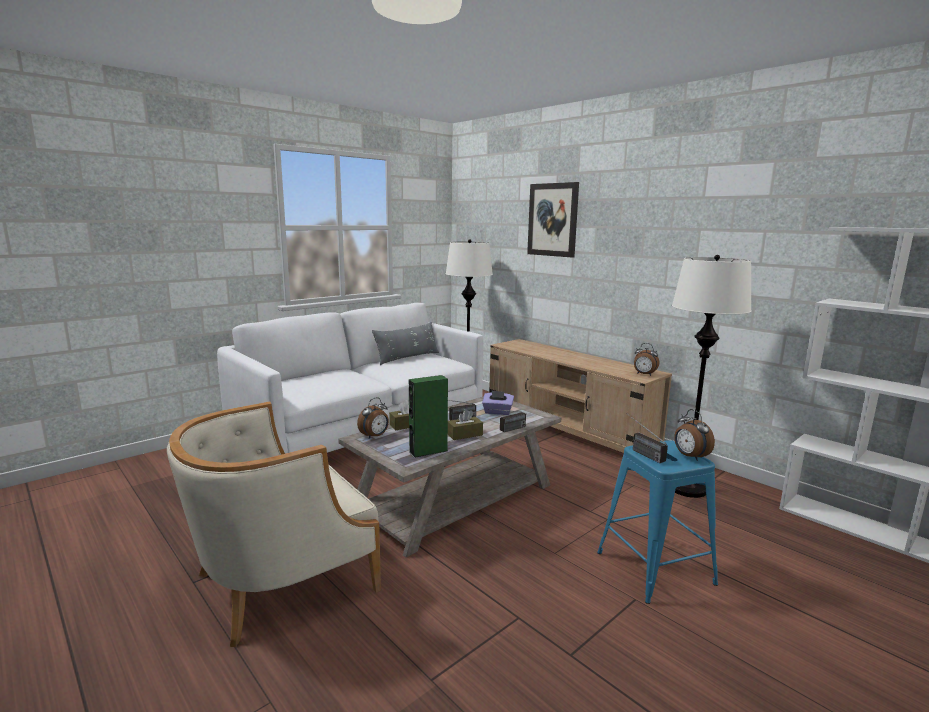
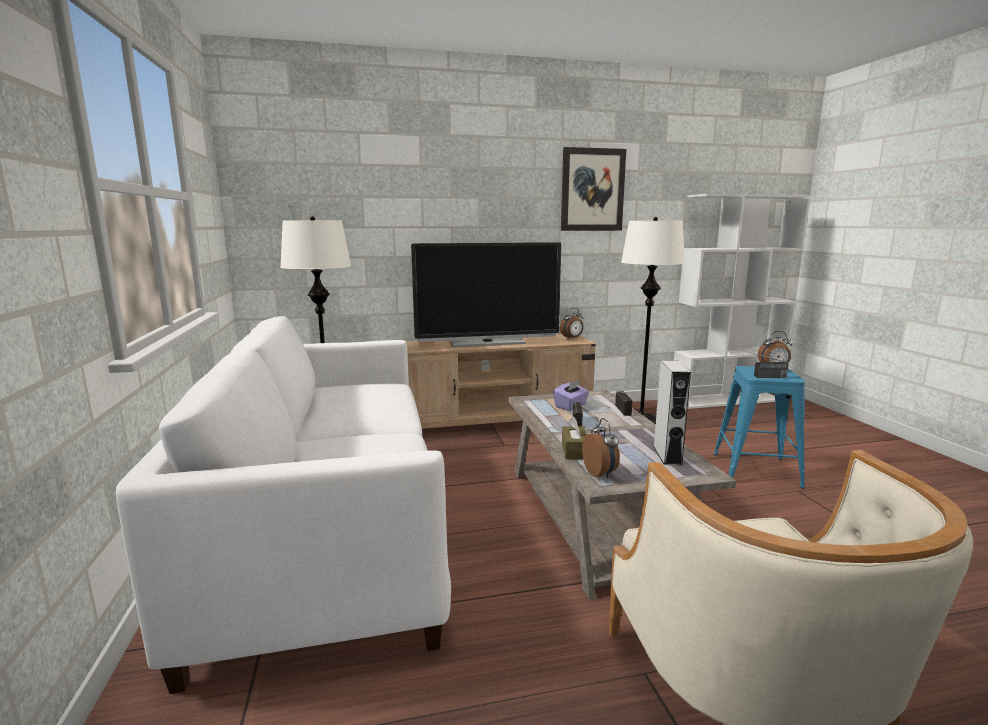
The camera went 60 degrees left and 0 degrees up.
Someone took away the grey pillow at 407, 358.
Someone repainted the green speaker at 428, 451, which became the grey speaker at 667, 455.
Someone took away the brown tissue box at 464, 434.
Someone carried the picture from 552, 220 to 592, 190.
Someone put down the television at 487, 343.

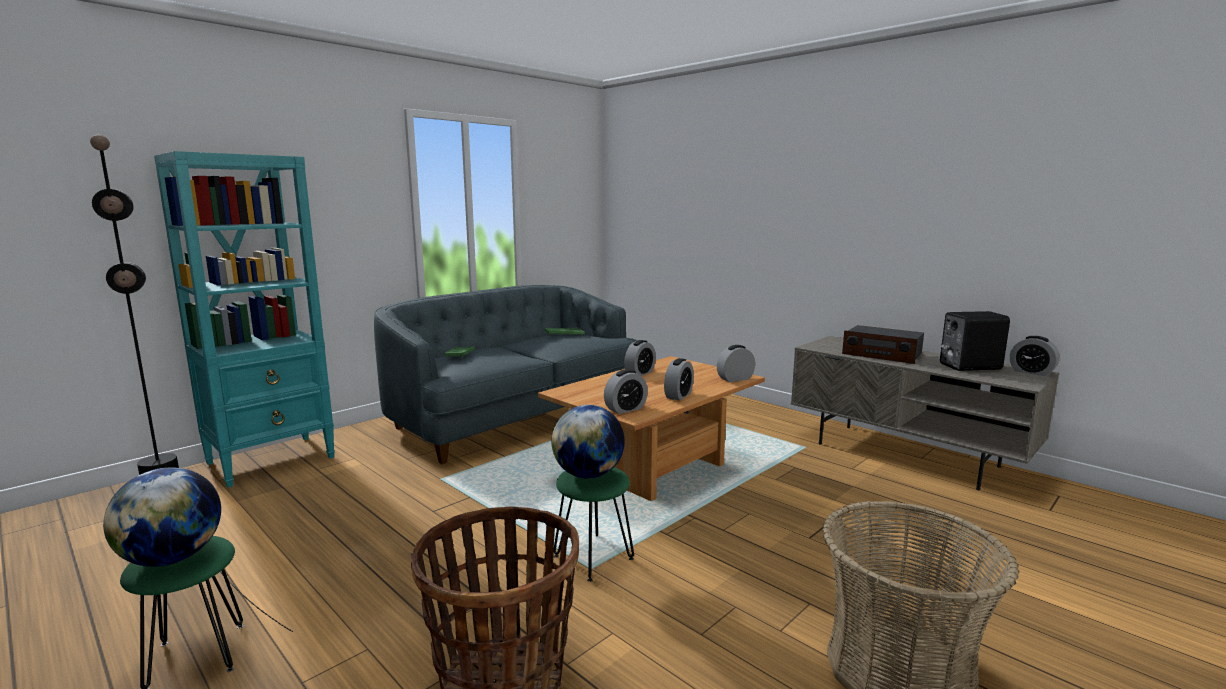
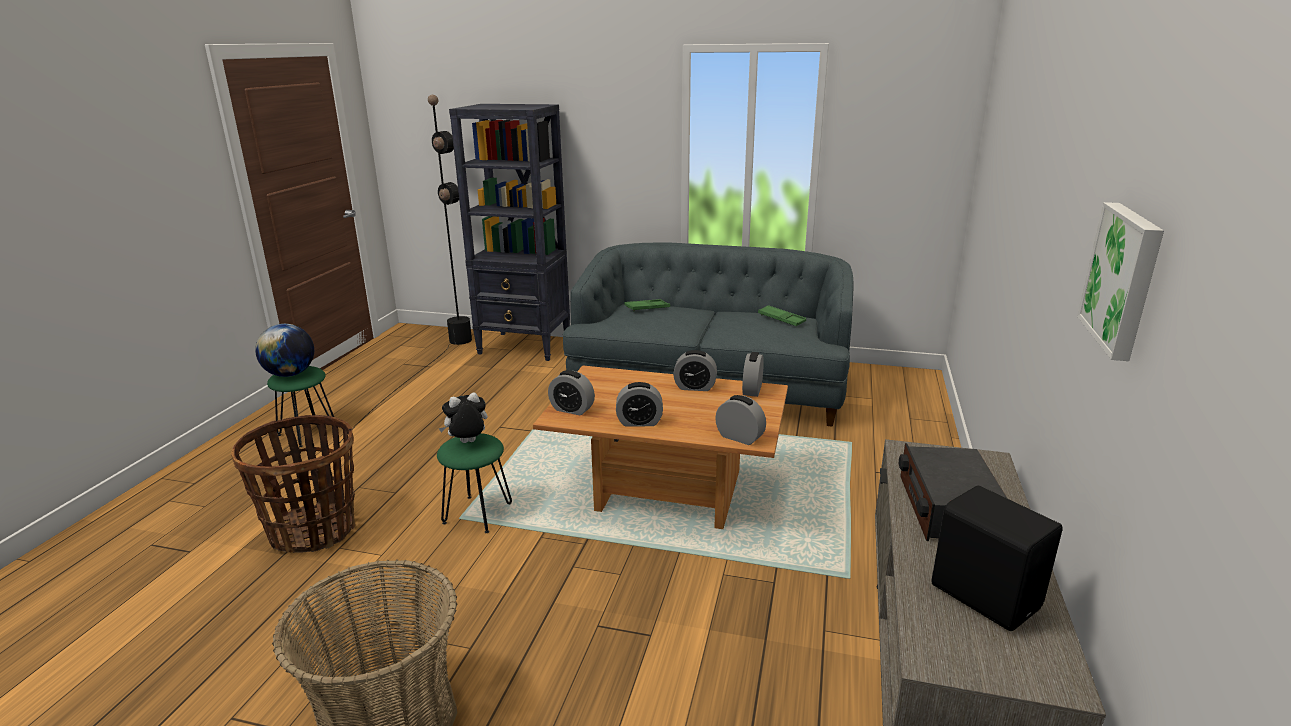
The camera went 60 degrees right and 10 degrees up.
Someone repainted the turquoise bookcase at 272, 460, which became the black bookcase at 525, 346.
Someone swapped the globe at 588, 475 for the plush toy at 467, 443.
Someone carried the alarm clock from 1031, 372 to 752, 390.
Someone put up the picture at 1124, 278.

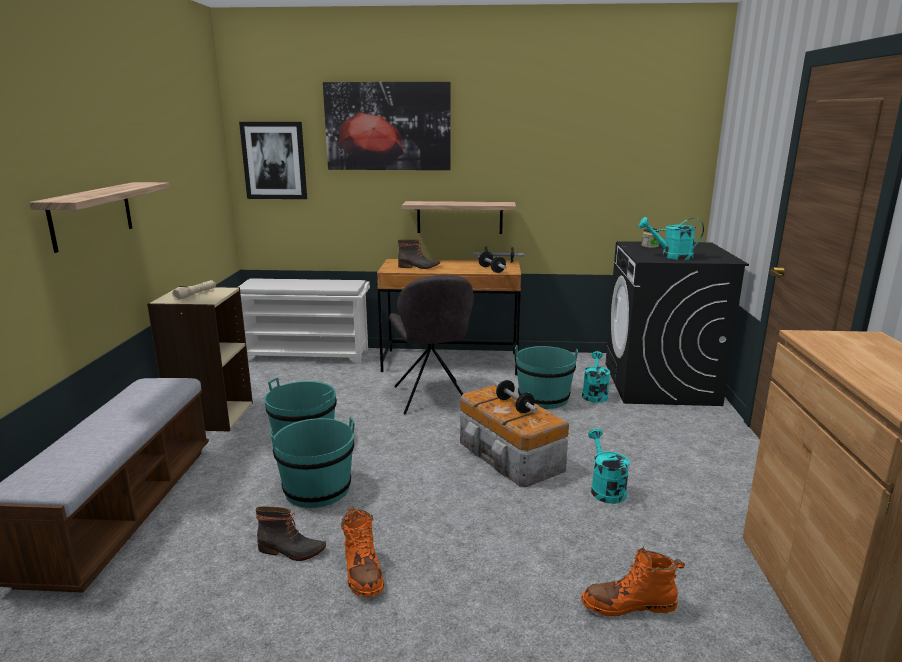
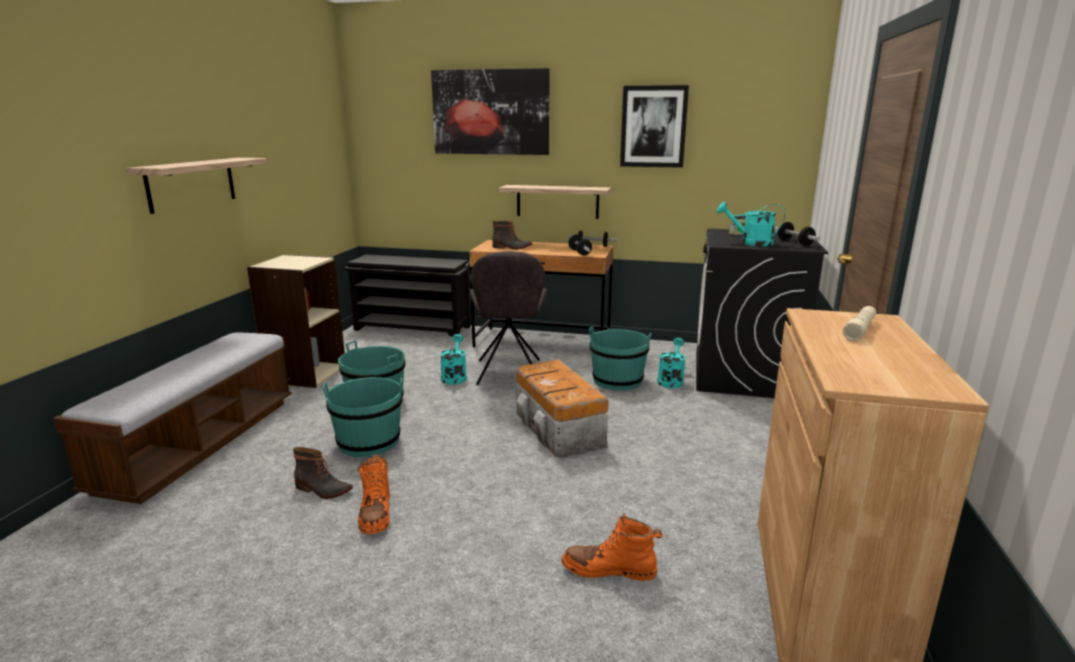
The camera went 10 degrees right and 0 degrees up.
Someone carried the beige flashlight from 195, 294 to 859, 330.
Someone repainted the white shoe rack at 308, 355, which became the black shoe rack at 414, 328.
Someone carried the picture from 274, 160 to 653, 127.
Someone carried the dumbbell from 514, 406 to 795, 242.
Someone carried the turquoise watering can from 605, 488 to 454, 376.

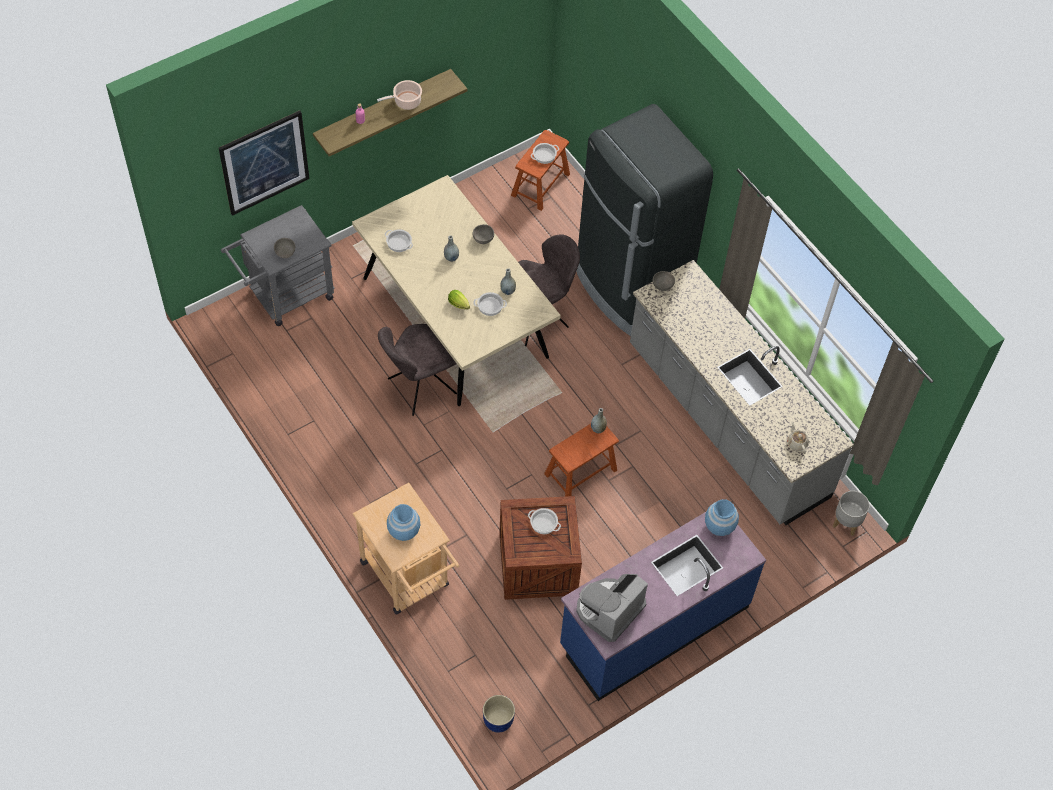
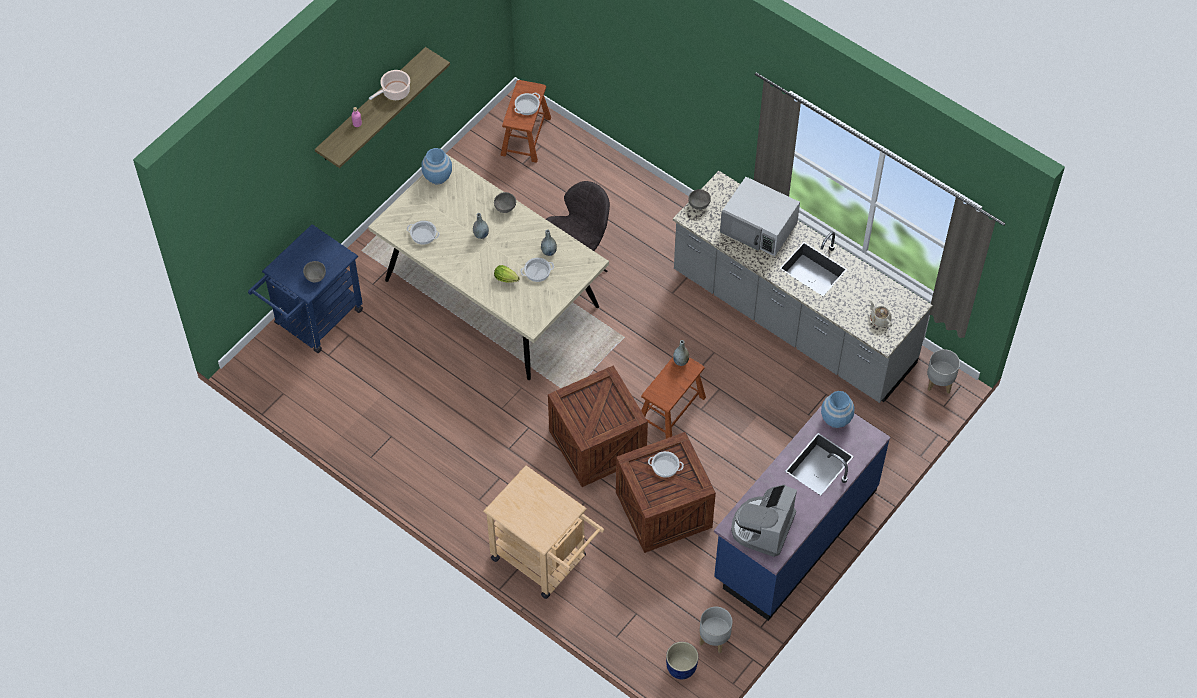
The camera went 15 degrees left and 0 degrees up.
Someone took away the picture at 264, 162.
Someone repainted the grey cart at 285, 297, which became the blue cart at 313, 321.
Someone took away the grey chair at 419, 387.
Someone carried the blue vase from 403, 531 to 437, 176.
Someone took away the black fridge at 630, 288.
Someone put down the crate at 599, 444.
Someone put down the grey planter at 714, 639.
Someone put down the white microwave at 759, 227.

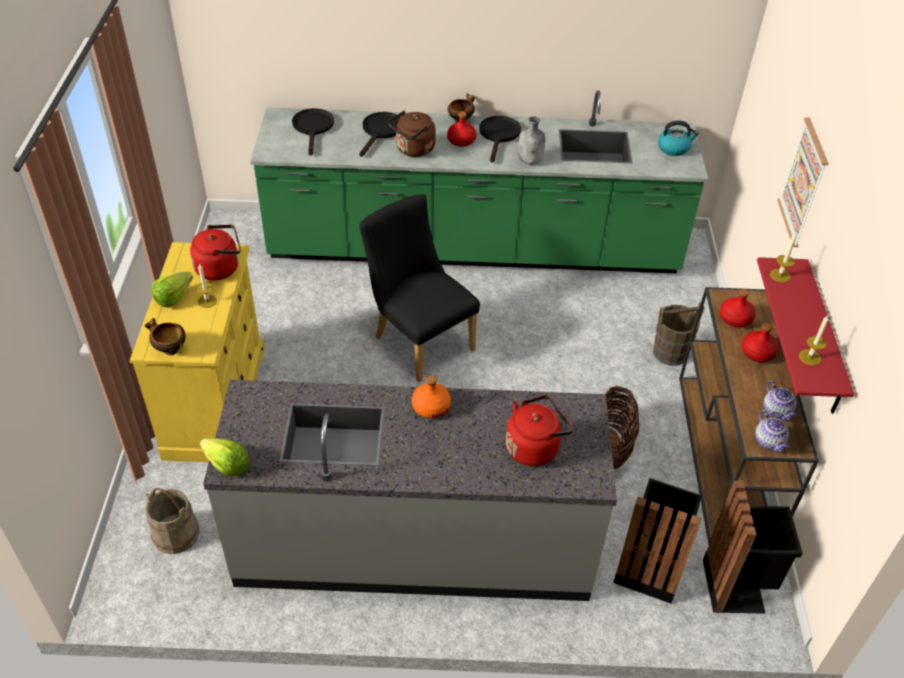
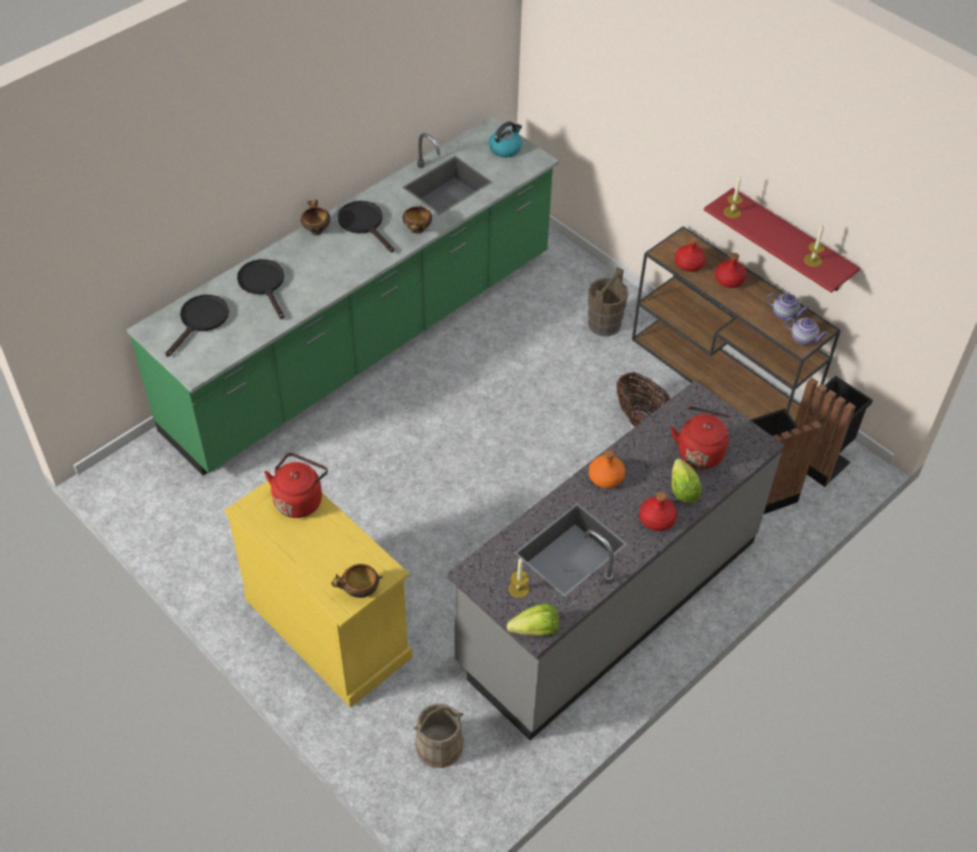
The camera went 45 degrees left and 5 degrees up.
Someone carried the lettuce from 173, 298 to 682, 490.
Someone carried the candle from 207, 301 to 518, 589.
Someone rotated the black frying pan at 313, 128 by 75 degrees clockwise.
Someone took away the black chair at 419, 340.
Someone took away the brown kettle at 413, 150.
Someone carried the red bottle from 461, 141 to 657, 519.
Someone swapped the grey bottle at 530, 161 for the bowl at 417, 230.
Someone took away the picture at 803, 183.

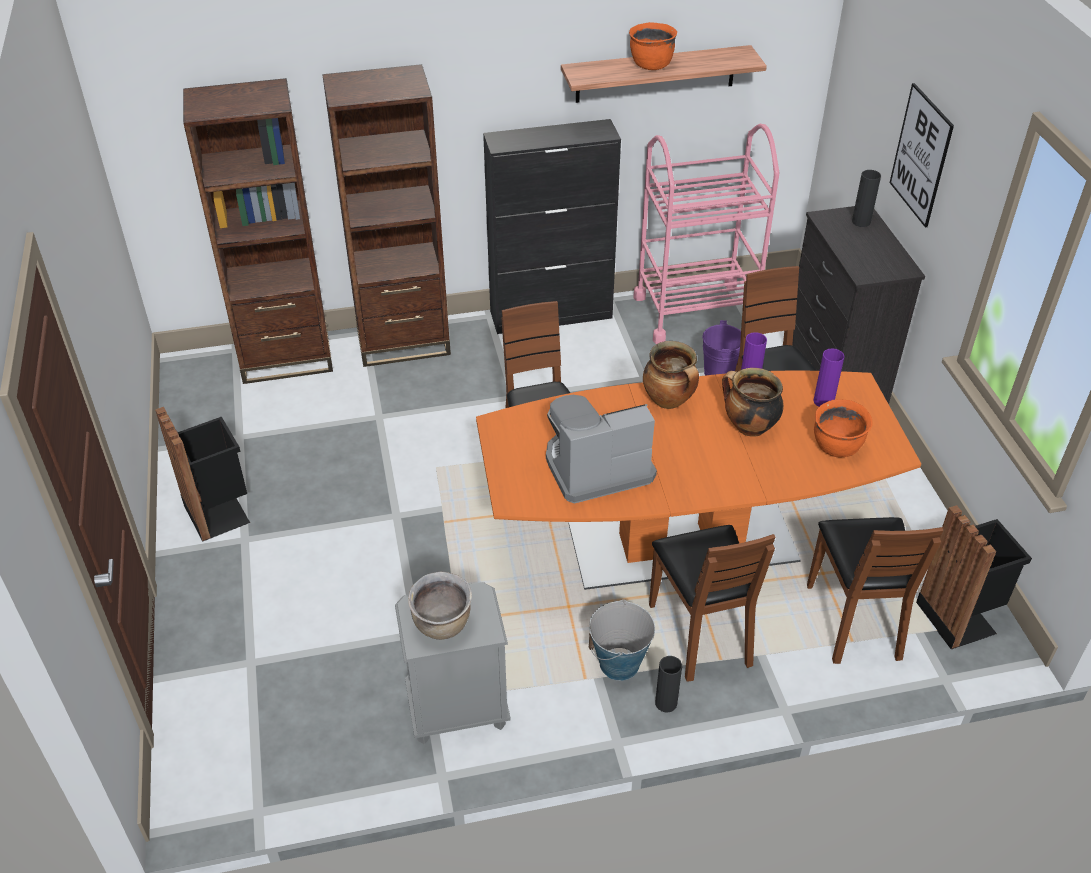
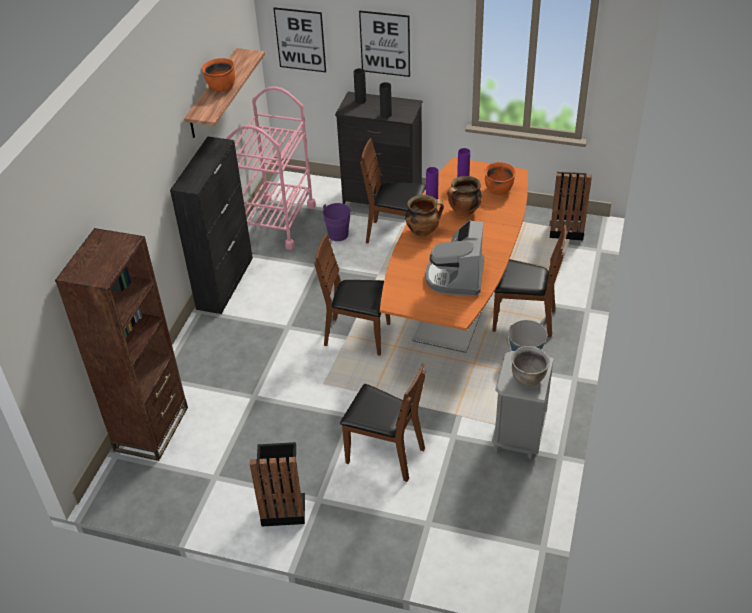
The camera went 60 degrees left and 0 degrees up.
Someone took away the brown bookcase at 403, 342.
Someone carried the black vase from 666, 703 to 386, 115.
Someone carried the brown chair from 855, 620 to 385, 454.
Someone put up the picture at 300, 40.

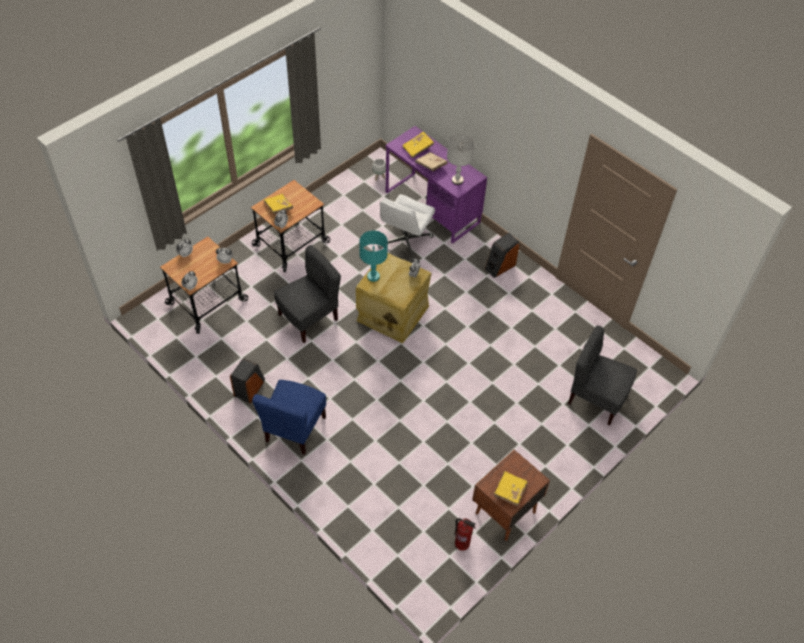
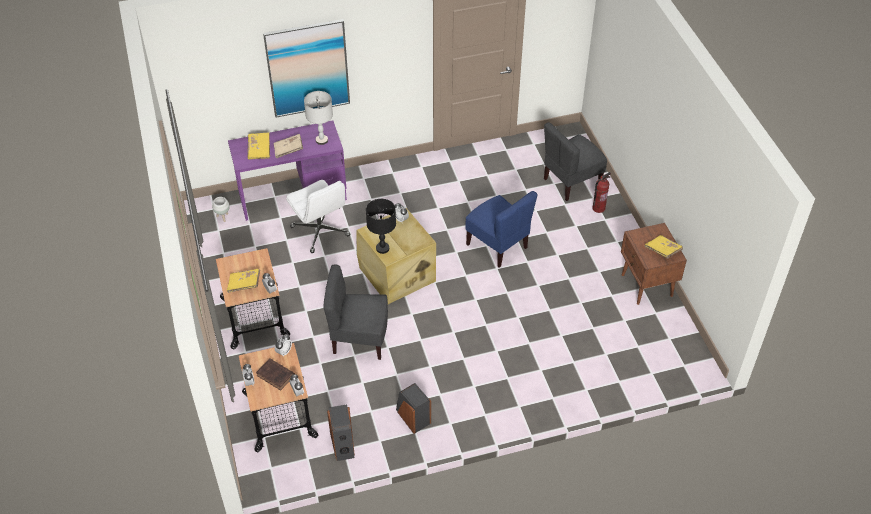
The camera went 60 degrees left and 5 degrees down.
Someone carried the blue chair from 294, 429 to 497, 246.
Someone rotated the grey chair at 309, 318 by 75 degrees counterclockwise.
Someone repainted the turquoise table lamp at 373, 276, which became the black table lamp at 383, 248.
Someone carried the fire extinguisher from 462, 543 to 598, 208.
Someone carried the speaker from 500, 266 to 343, 444.
Someone put down the brown book at 276, 376.
Someone put up the picture at 308, 68.

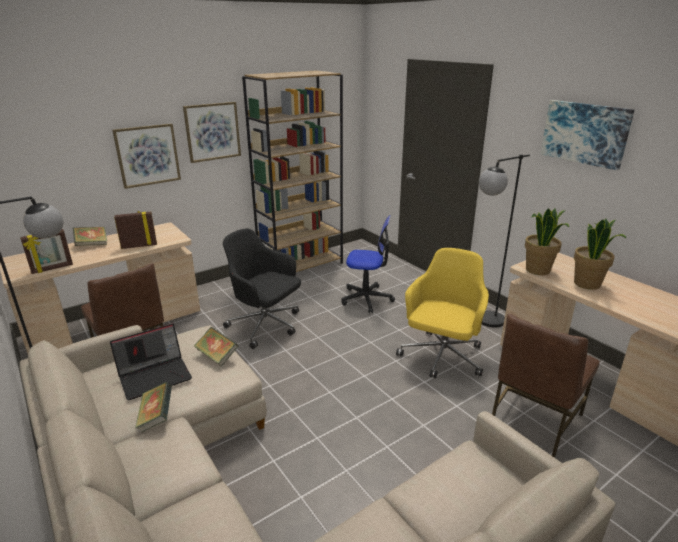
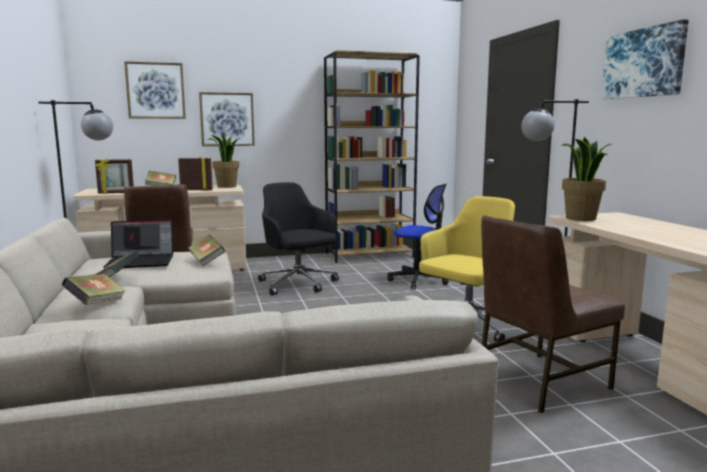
The camera went 20 degrees right and 15 degrees down.
Someone carried the picture from 212, 131 to 155, 90.
Someone carried the potted plant from 587, 284 to 226, 186.
Someone put down the book at 96, 304.

